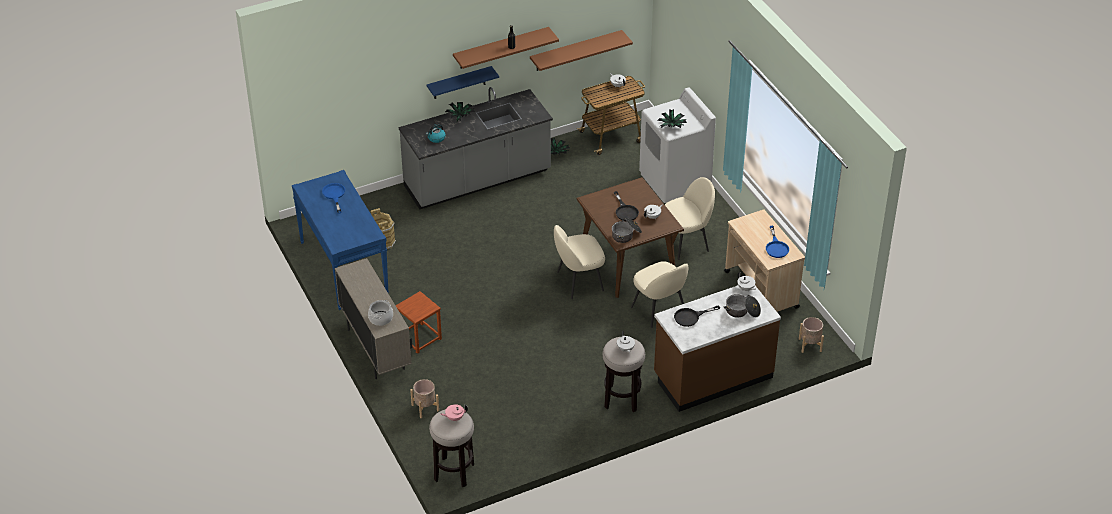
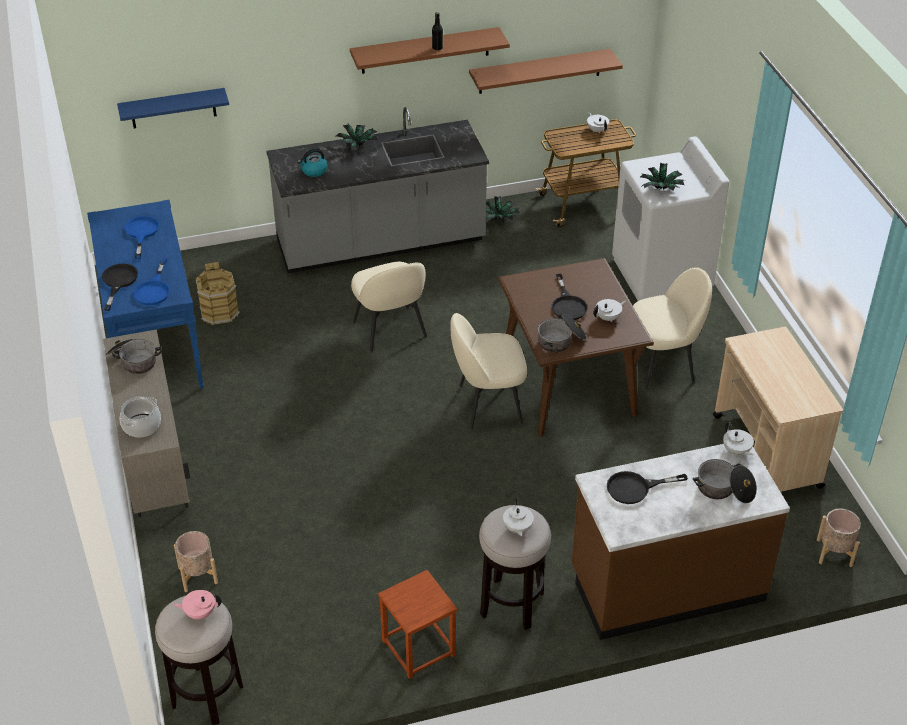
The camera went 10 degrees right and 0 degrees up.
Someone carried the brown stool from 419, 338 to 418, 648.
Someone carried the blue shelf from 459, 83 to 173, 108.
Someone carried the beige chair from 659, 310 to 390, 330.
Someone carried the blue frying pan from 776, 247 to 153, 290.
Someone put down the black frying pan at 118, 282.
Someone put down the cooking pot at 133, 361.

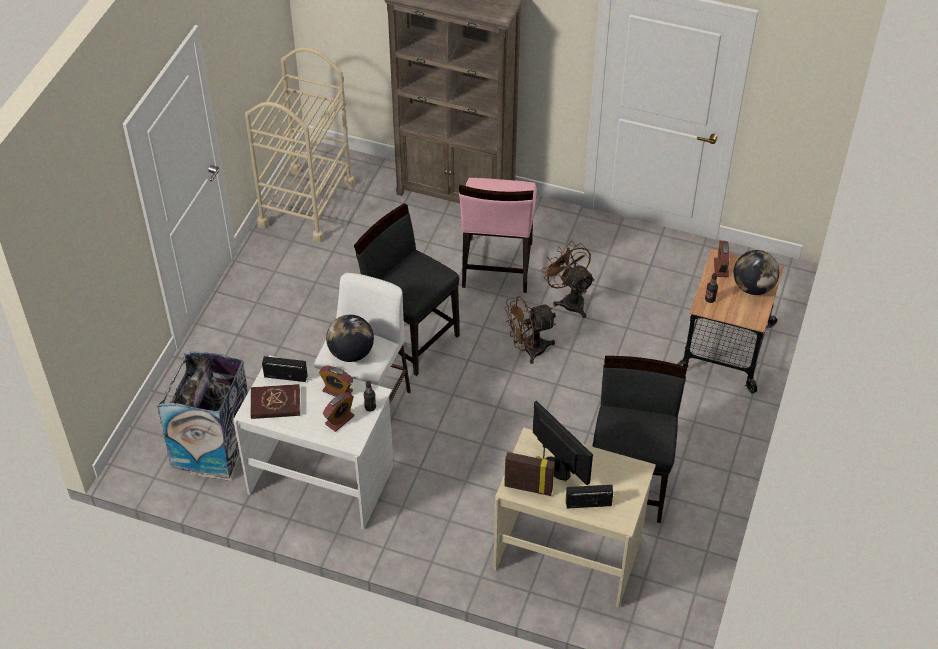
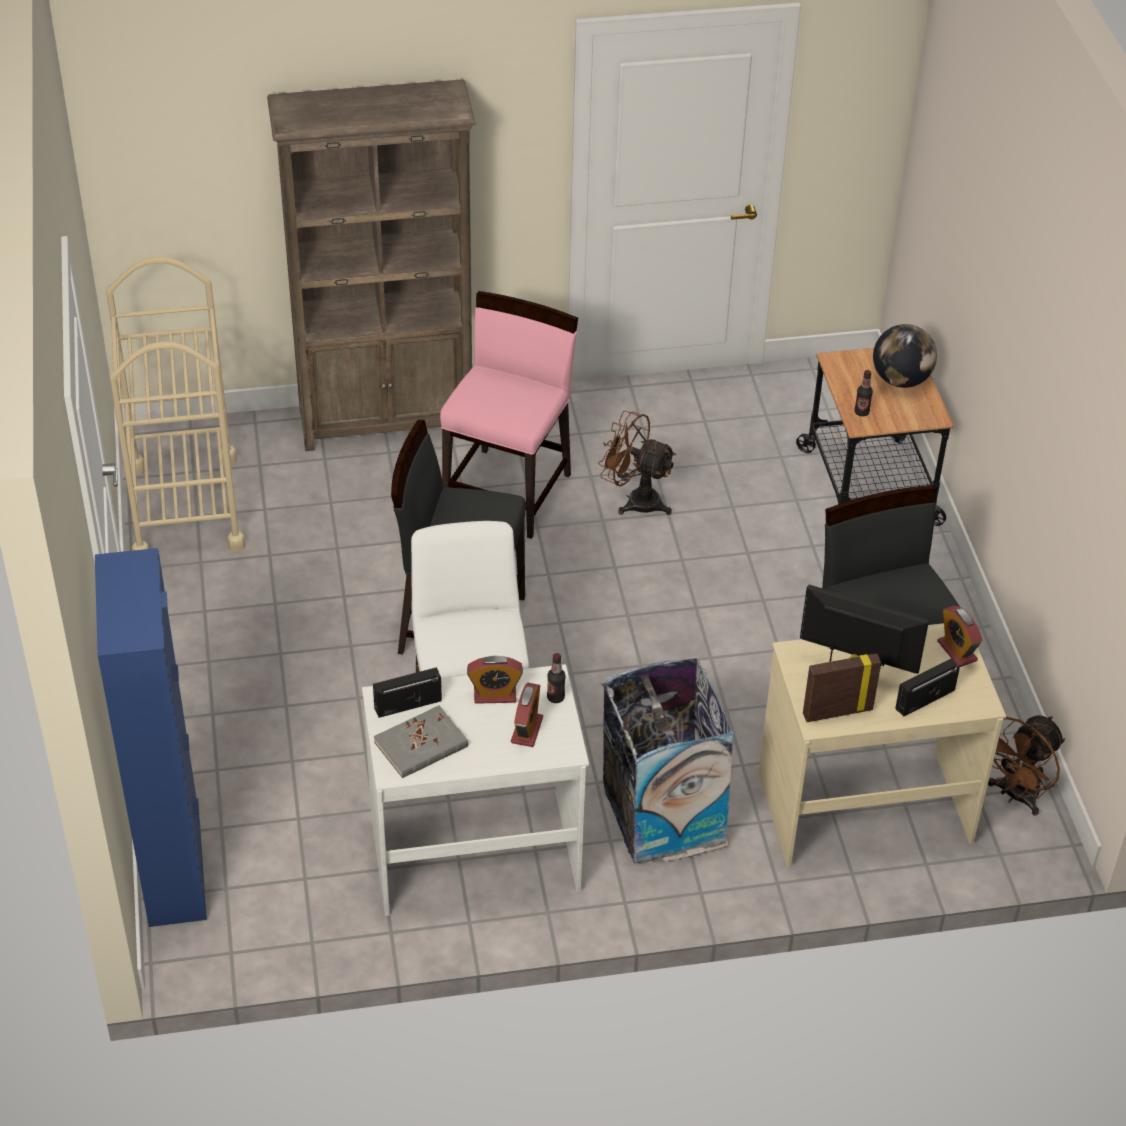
The camera went 30 degrees left and 5 degrees down.
Someone carried the trash can from 213, 445 to 662, 813.
Someone repainted the red book at 275, 403, which became the grey book at 421, 745.
Someone took away the globe at 351, 353.
Someone rotated the pink chair at 496, 265 by 135 degrees counterclockwise.
Someone carried the brown fan from 528, 349 to 1015, 796.
Someone carried the alarm clock from 721, 268 to 957, 651.
Someone put down the blue cabinet at 175, 873.

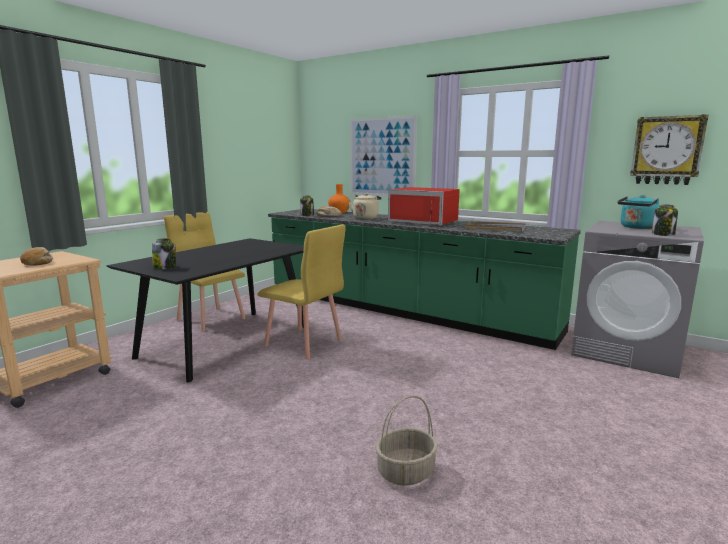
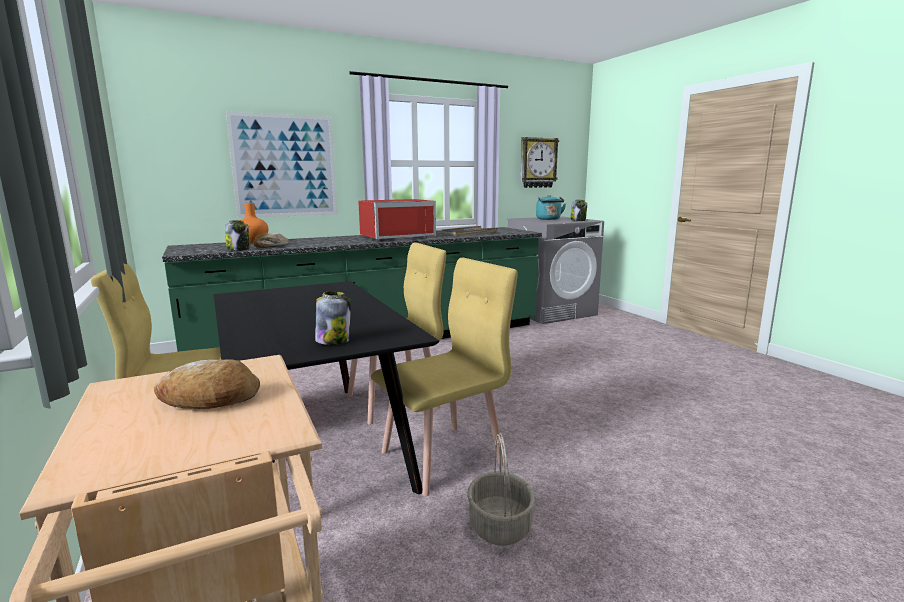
The camera went 60 degrees left and 0 degrees up.
Someone took away the beige kettle at 365, 218.
Someone carried the basket from 405, 472 to 500, 526.
Someone put down the yellow chair at 443, 457.

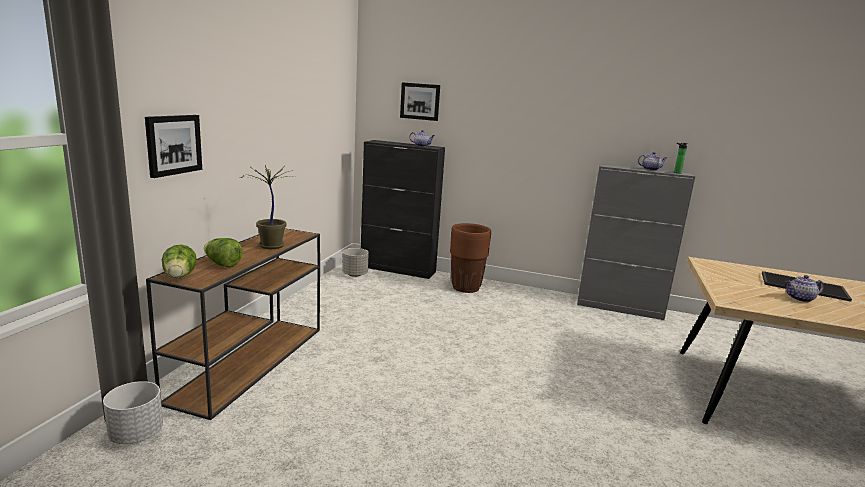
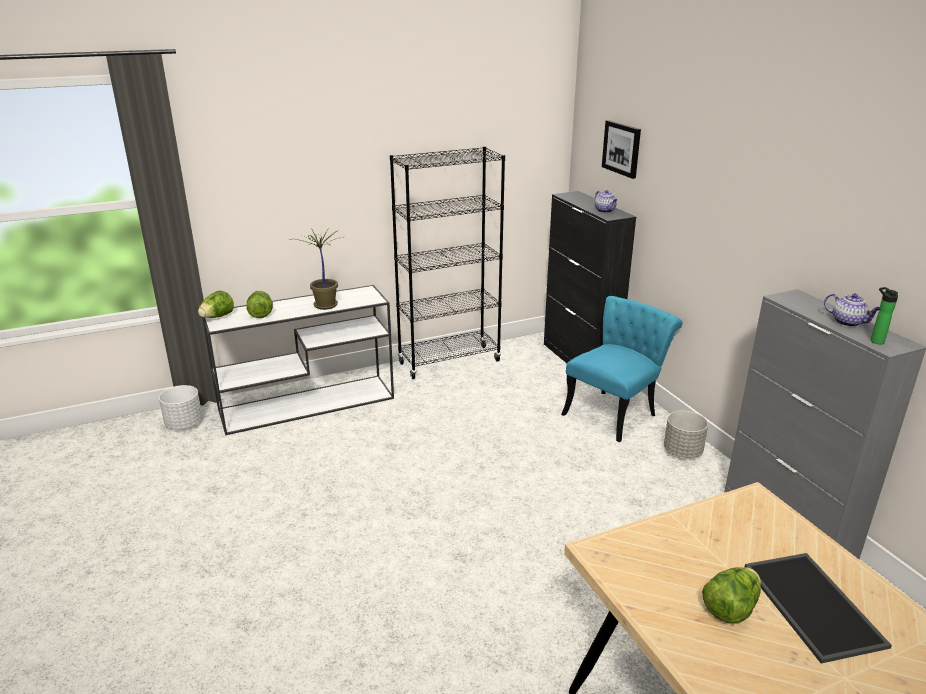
The camera went 50 degrees right and 10 degrees up.
Someone took away the picture at 173, 144.
Someone repainted the brown console table at 251, 361, which became the white console table at 309, 403.
Someone carried the grey planter from 355, 274 to 683, 451.
Someone swapped the brown planter at 466, 288 for the turquoise chair at 615, 412.
Someone swapped the teapot at 799, 299 for the lettuce at 730, 608.
Someone put down the black bookcase at 449, 362.

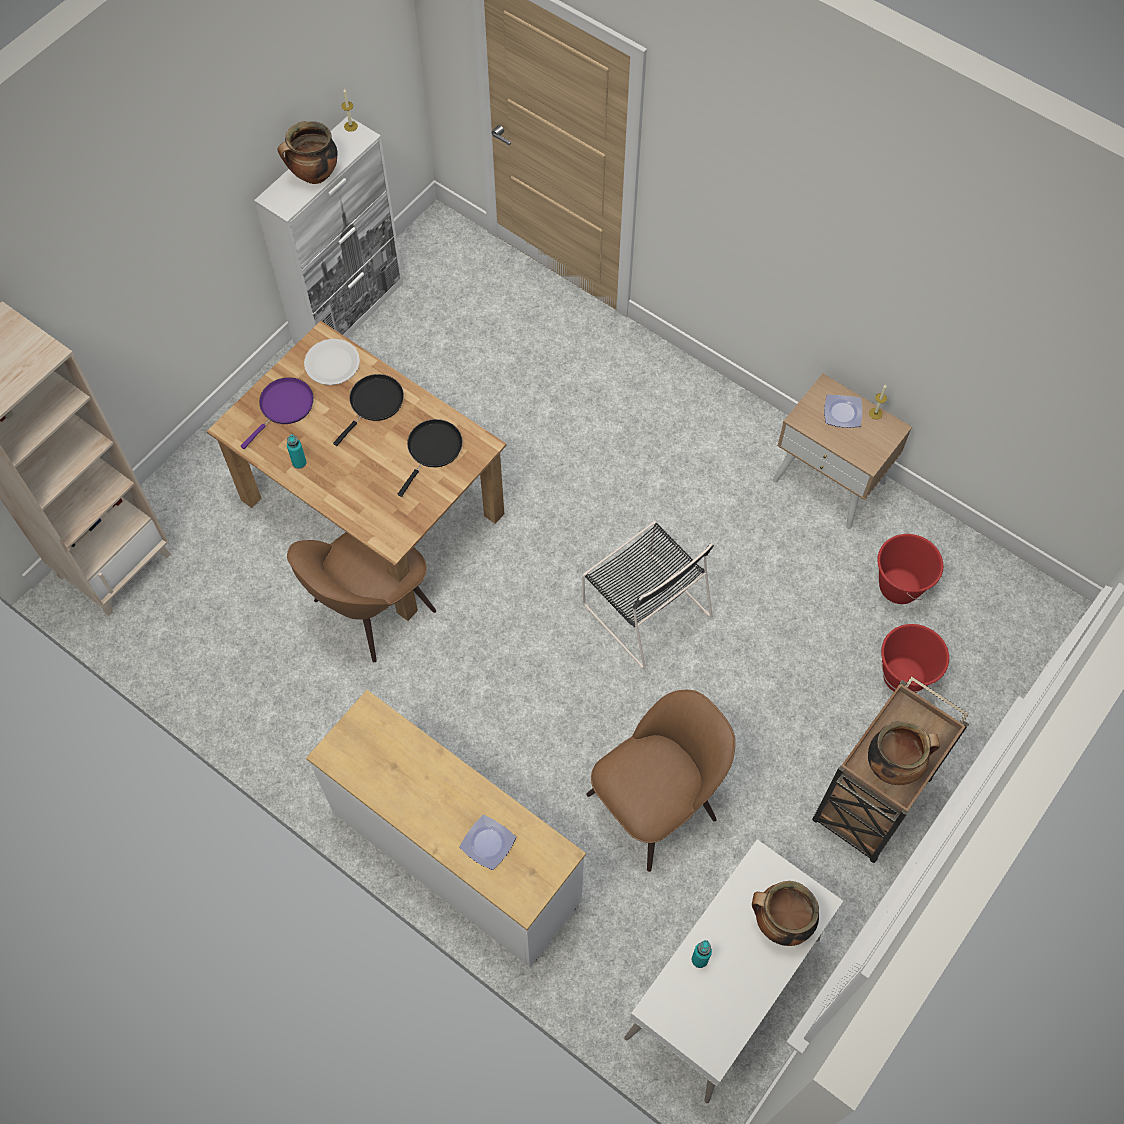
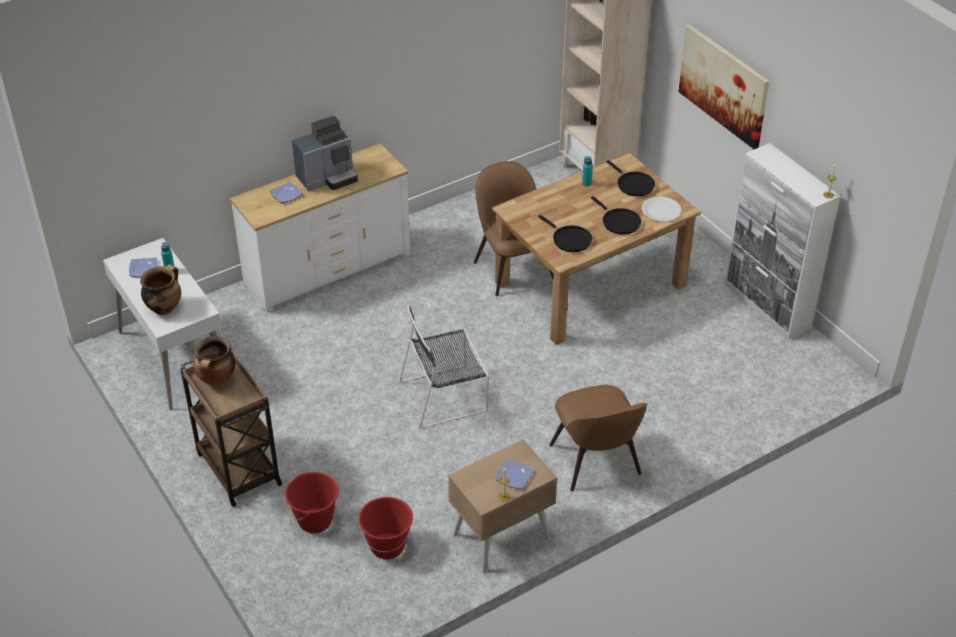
The camera went 110 degrees right and 20 degrees down.
Someone repainted the purple frying pan at 284, 407, which became the black frying pan at 633, 185.
Someone took away the cooking pot at 314, 176.
Someone carried the brown chair from 656, 803 to 596, 462.
Someone put down the plate at 144, 269.
Someone put down the coffee machine at 328, 178.
Someone put up the picture at 723, 85.

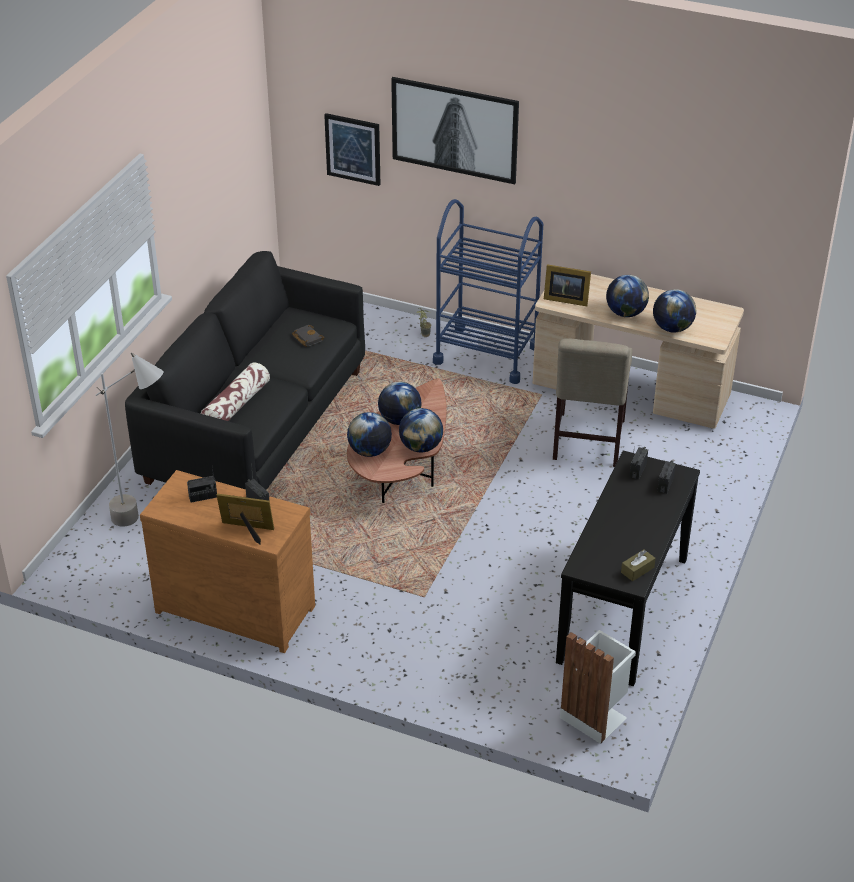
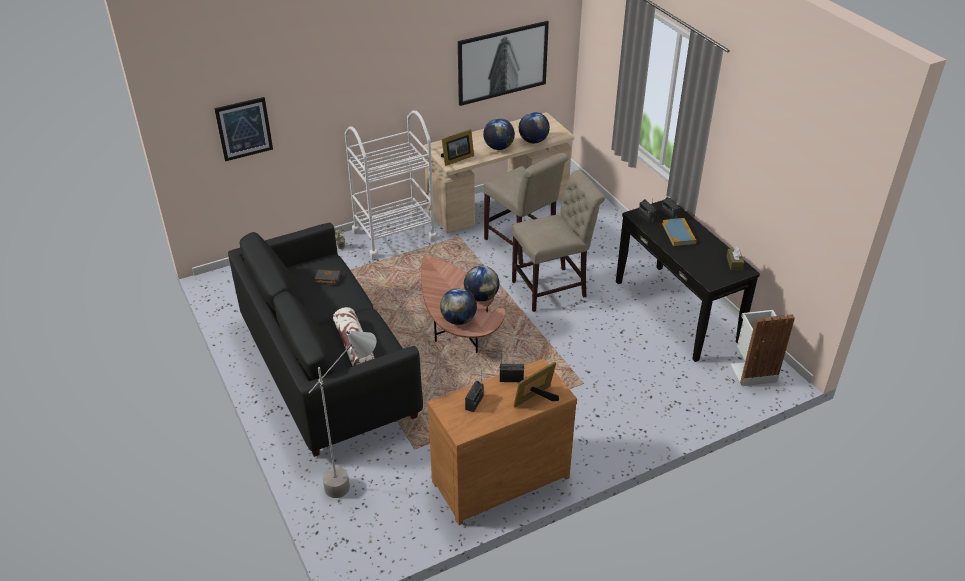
The camera went 50 degrees left and 0 degrees up.
Someone took away the globe at 399, 420.
Someone carried the picture from 454, 130 to 502, 62.
Someone repainted the blue cart at 486, 354, which became the white cart at 394, 235.
Someone put down the beige chair at 553, 288.
Someone put down the book at 678, 233.

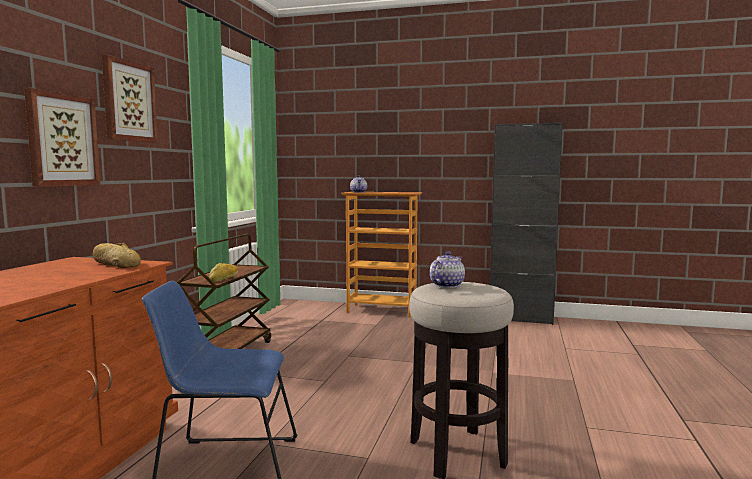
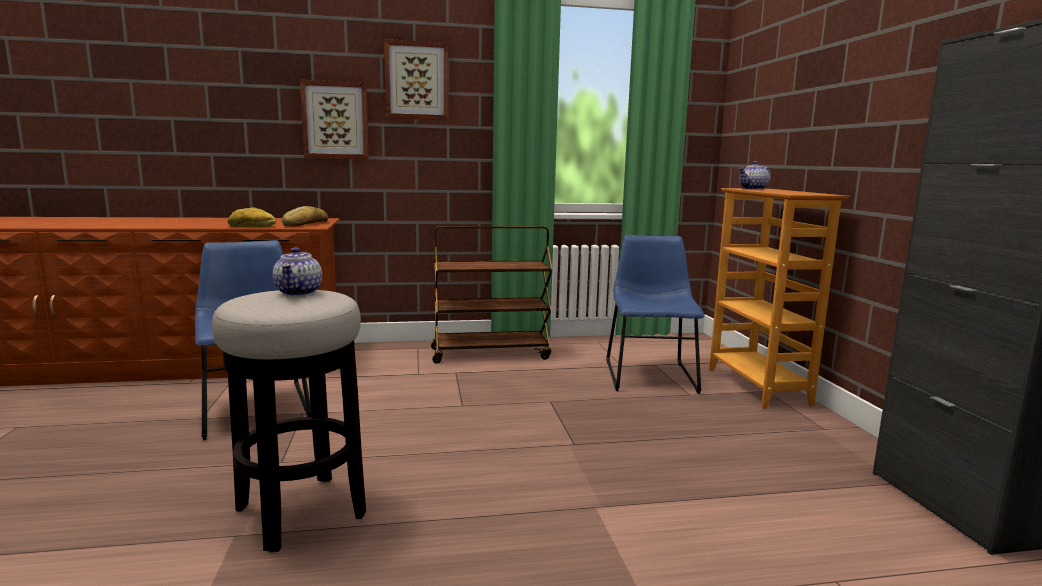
The camera went 65 degrees right and 5 degrees up.
Someone carried the bread from 224, 278 to 252, 226.
Someone rotated the teapot at 446, 285 by 75 degrees clockwise.
Someone put down the blue chair at 649, 374.

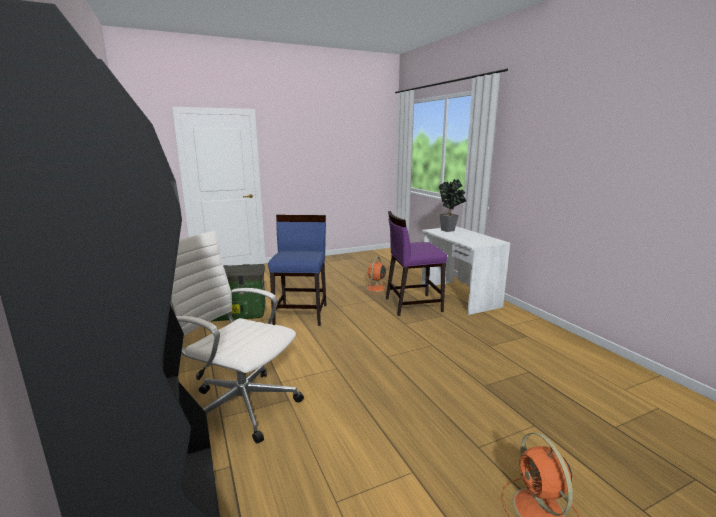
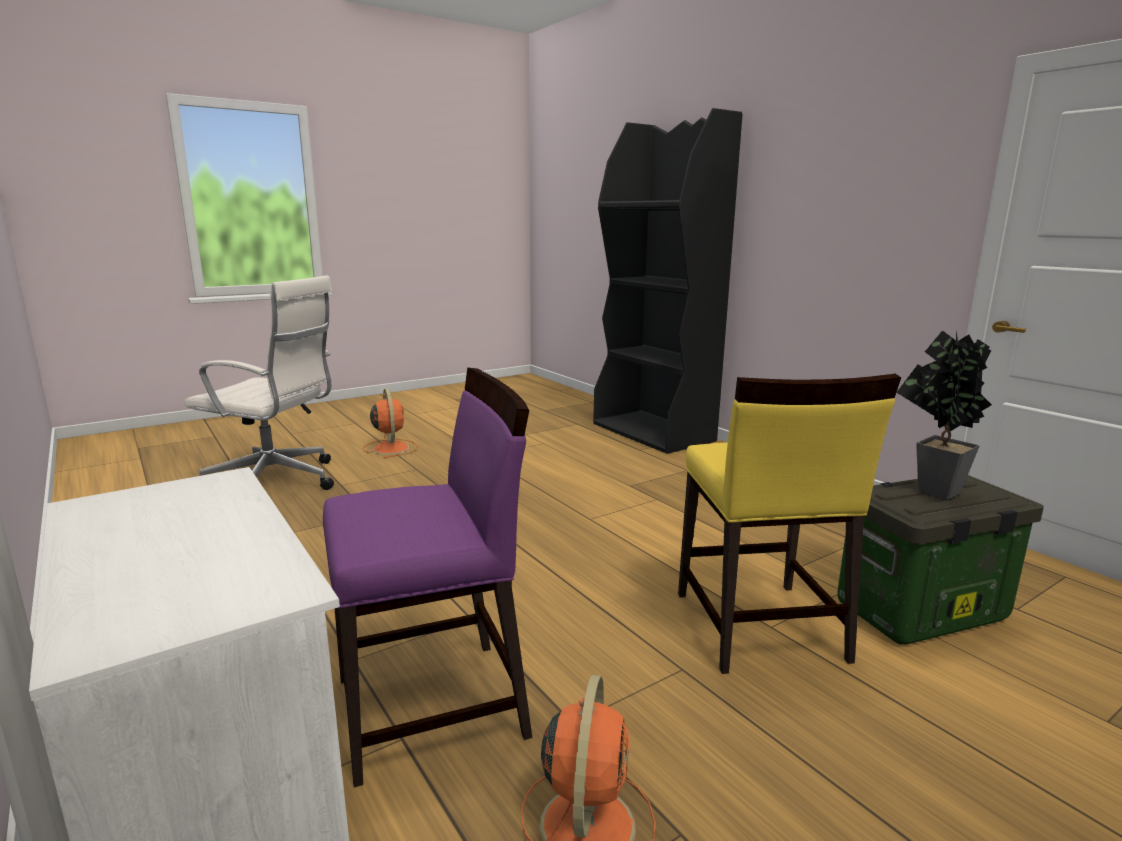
The camera went 170 degrees right and 0 degrees up.
Someone carried the white office chair from 241, 405 to 276, 482.
Someone repainted the blue chair at 301, 314, which became the yellow chair at 758, 627.
Someone carried the potted plant from 450, 230 to 932, 491.

